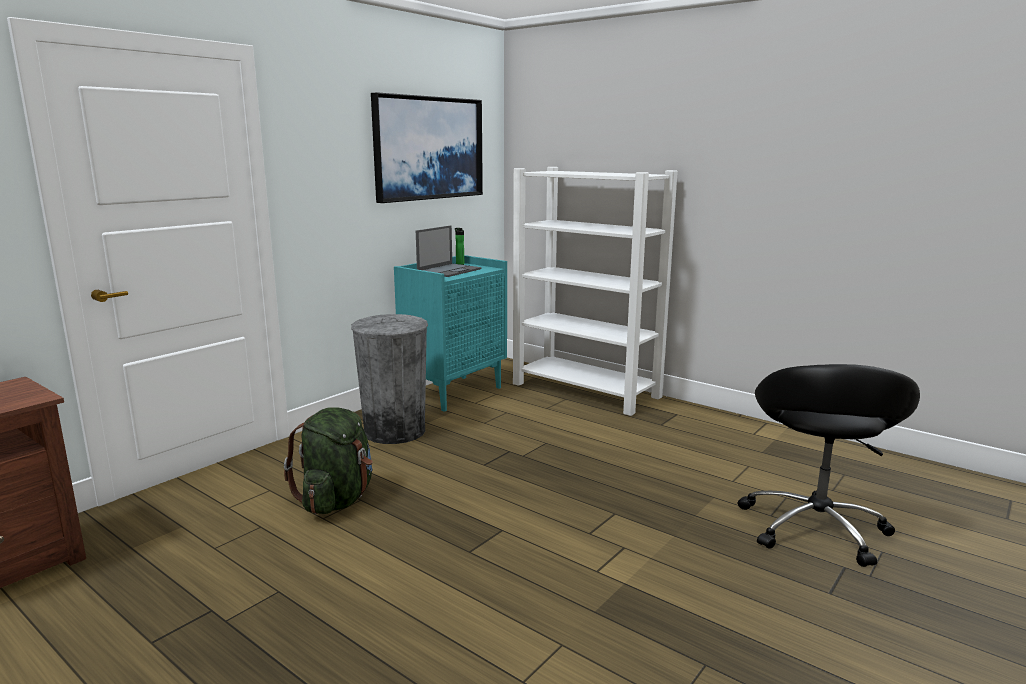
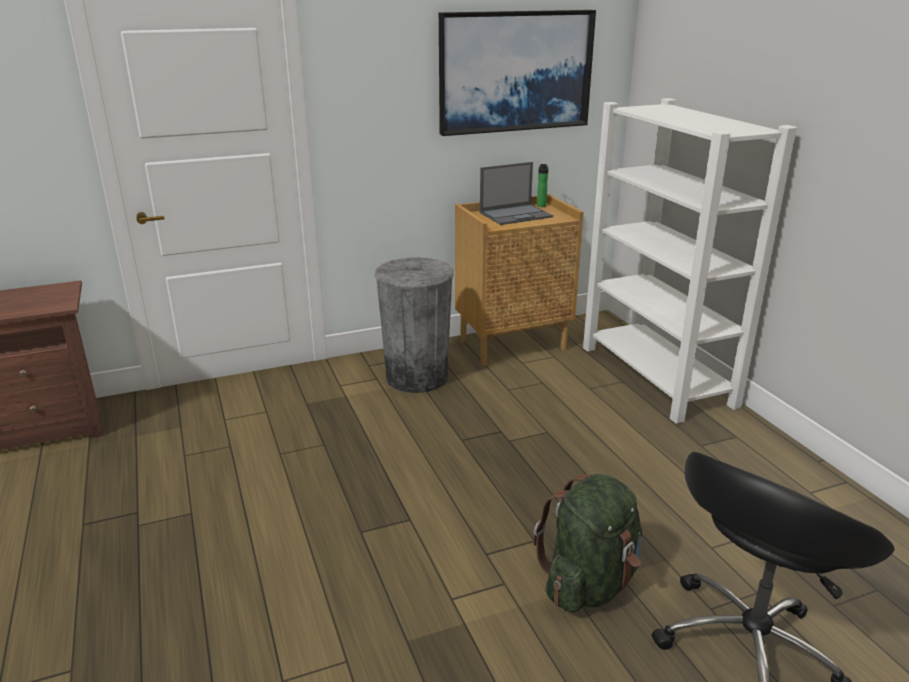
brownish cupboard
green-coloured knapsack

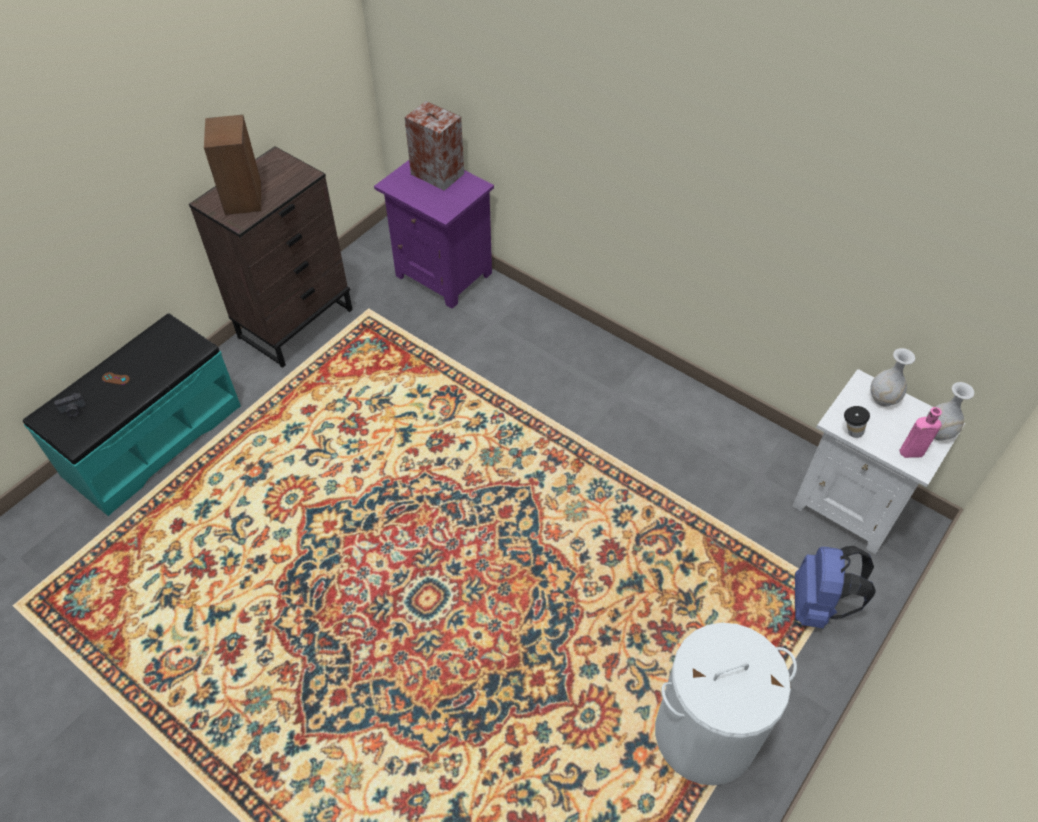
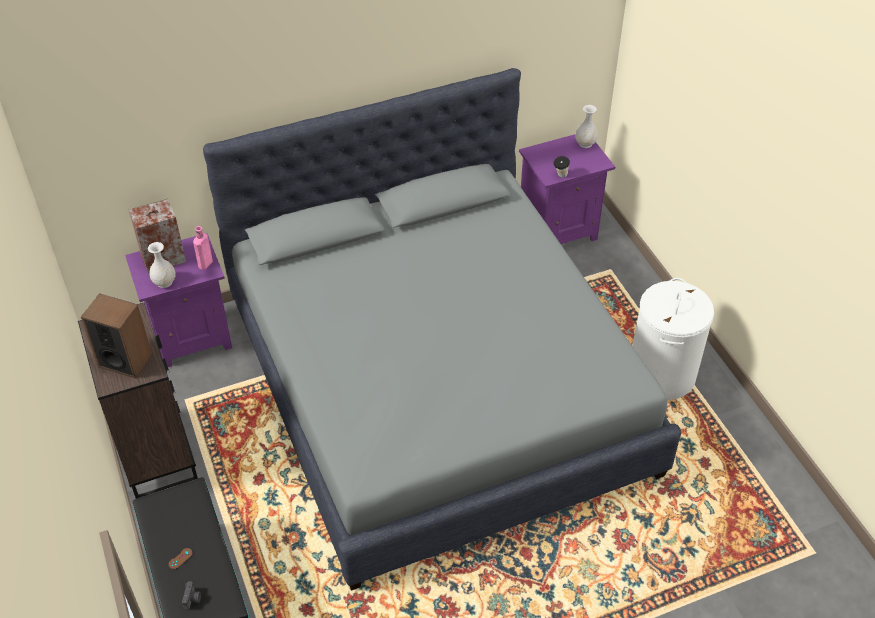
whitish decorative vase (no. 1 from left)
pink-coloured drink bottle
gray sleeping bed
purple-coloured nightstand (no. 2 from left)
blue knapsack

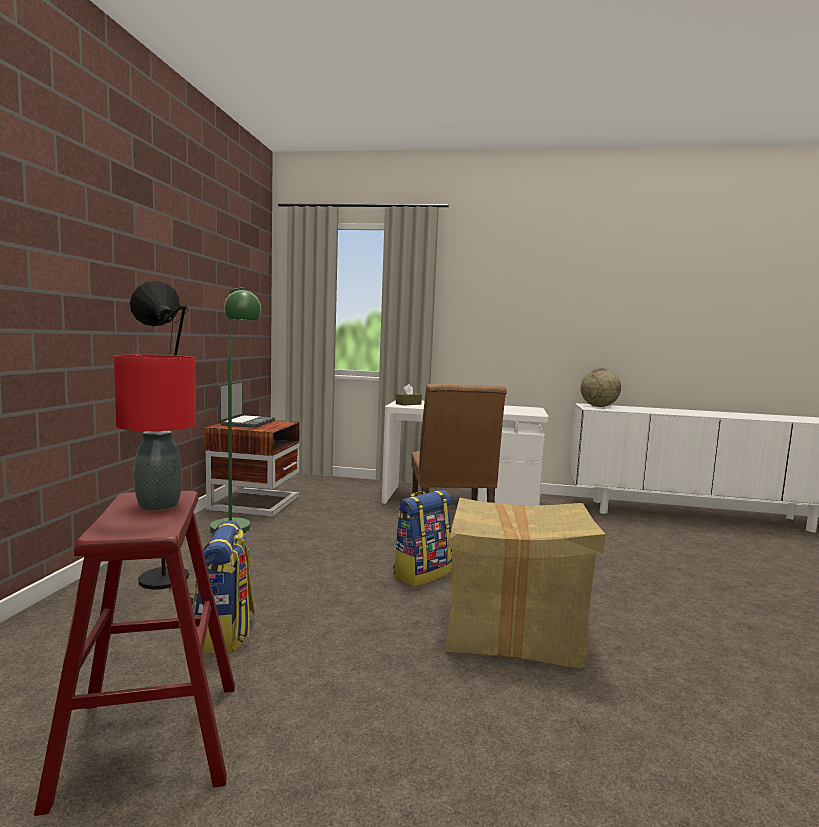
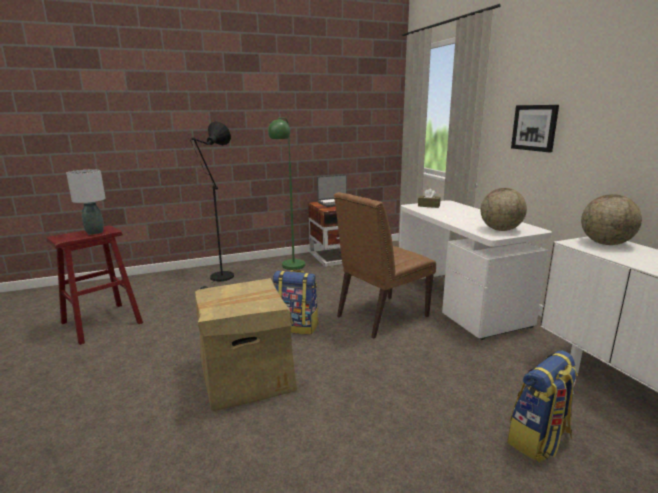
gray tabletop lamp
world globe (no. 1 from left)
knapsack (no. 2 from left)
wall art

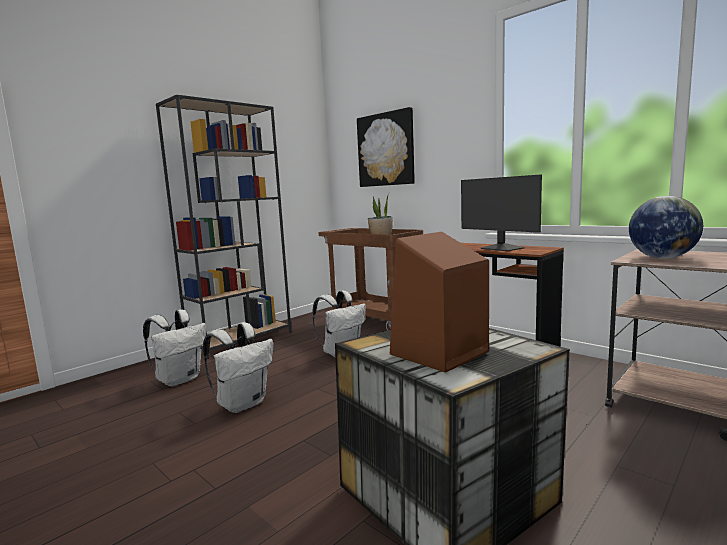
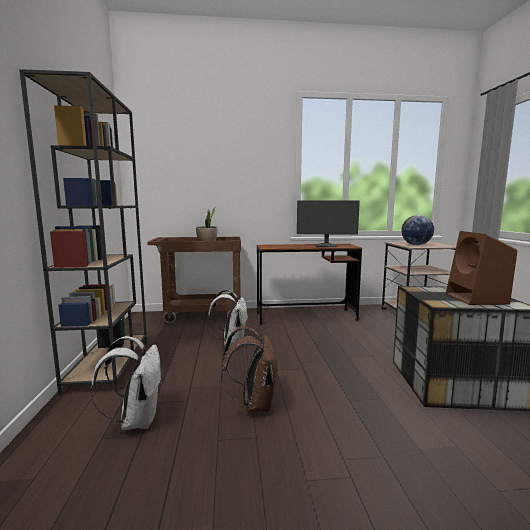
brownish knapsack
wall art

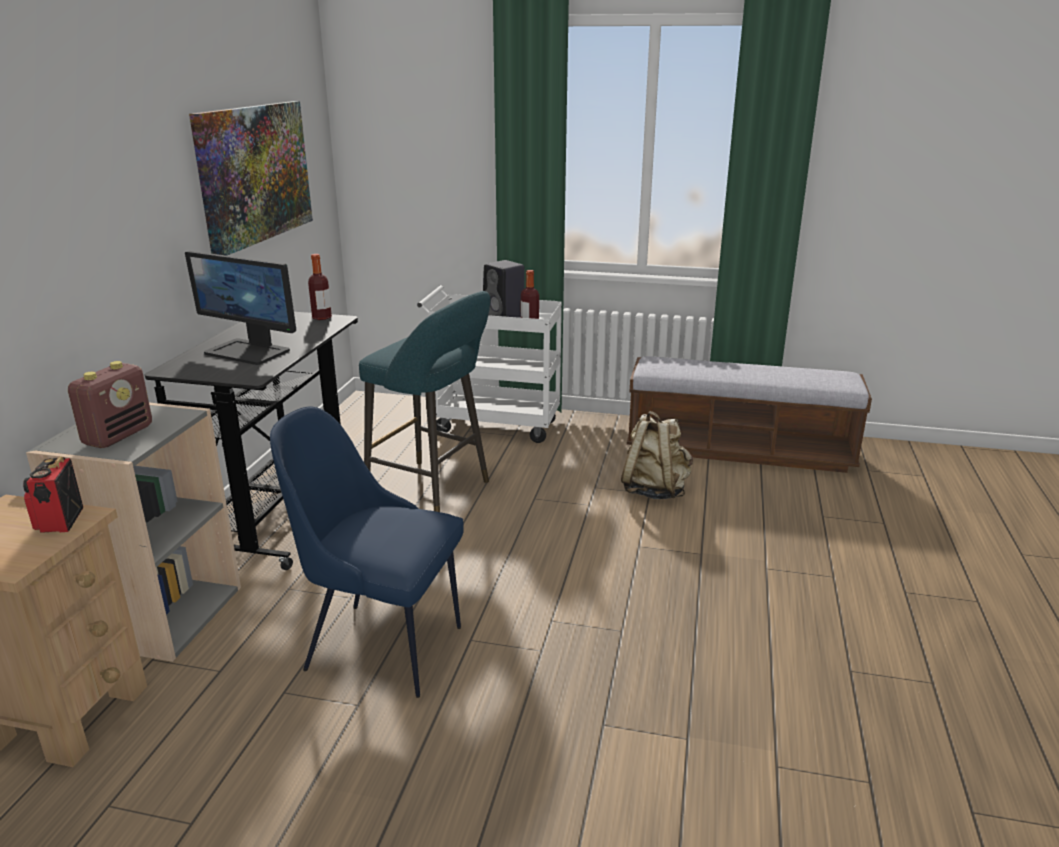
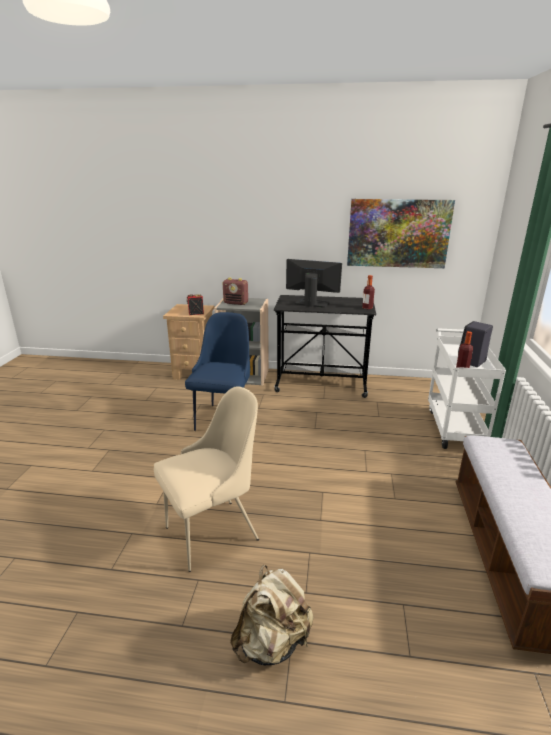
beige-coloured plain chair
beige-coloured knapsack
computer screen
blue-green stool

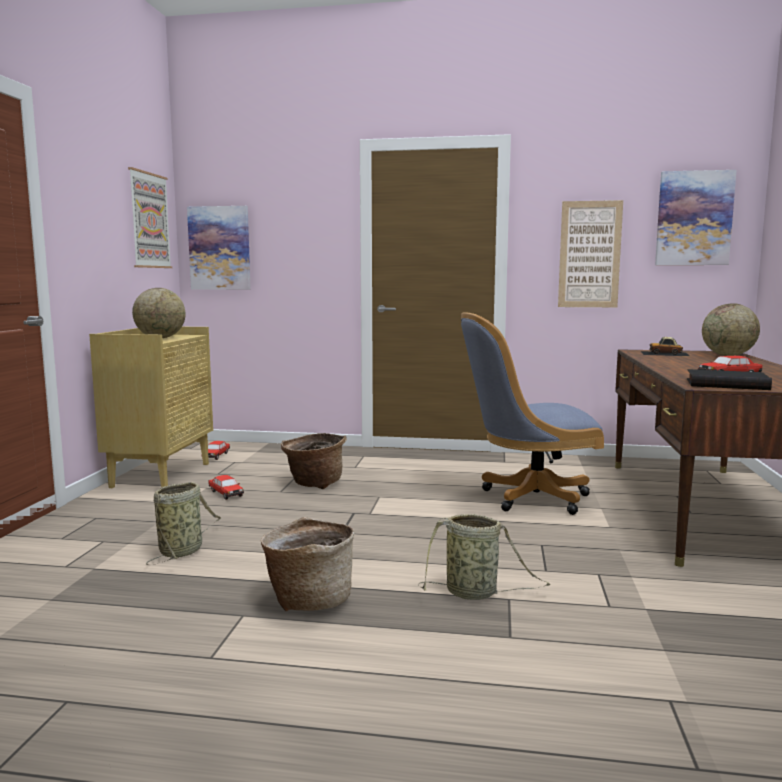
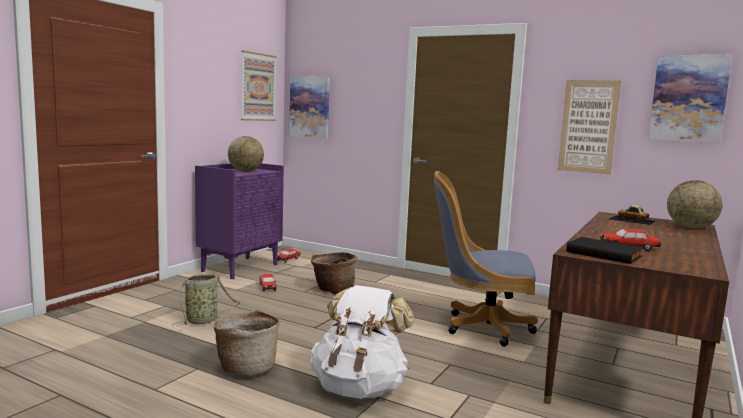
purple-coloured cupboard
whitish knapsack

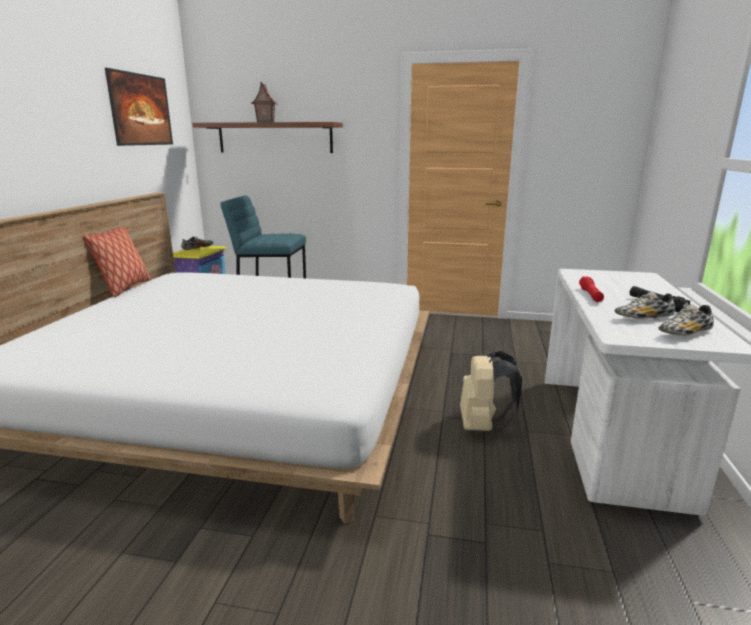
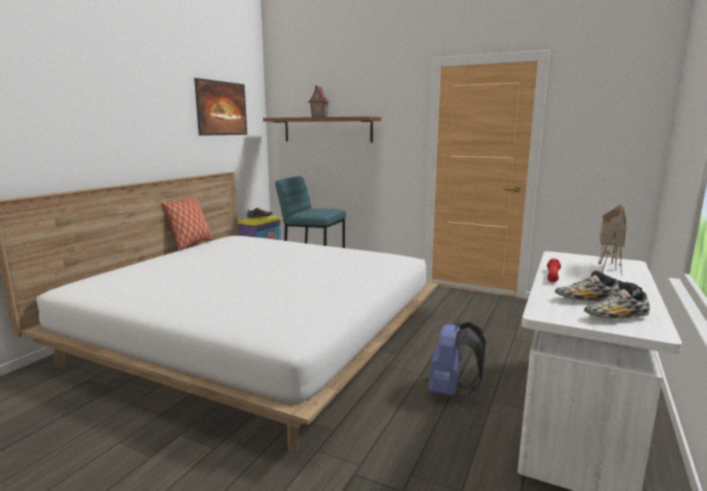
blue knapsack
toy house (no. 2 from left)

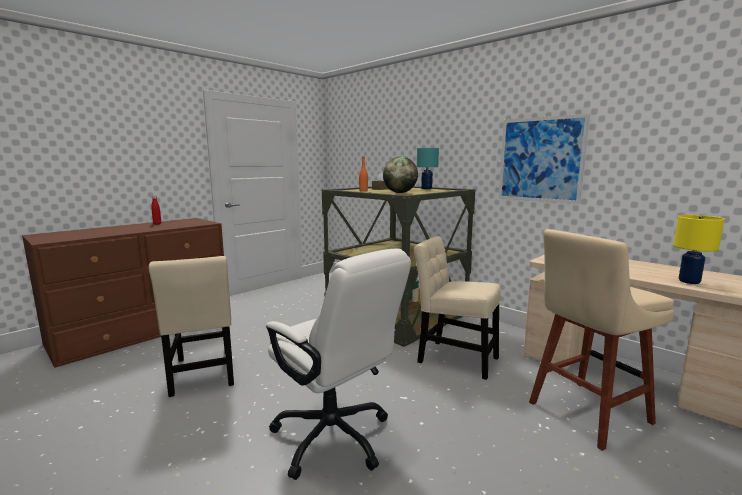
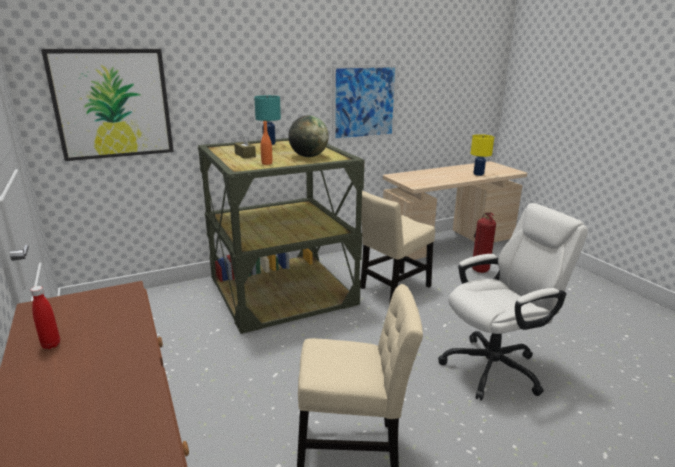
wall art (no. 1 from left)
fire-fighting cylinder

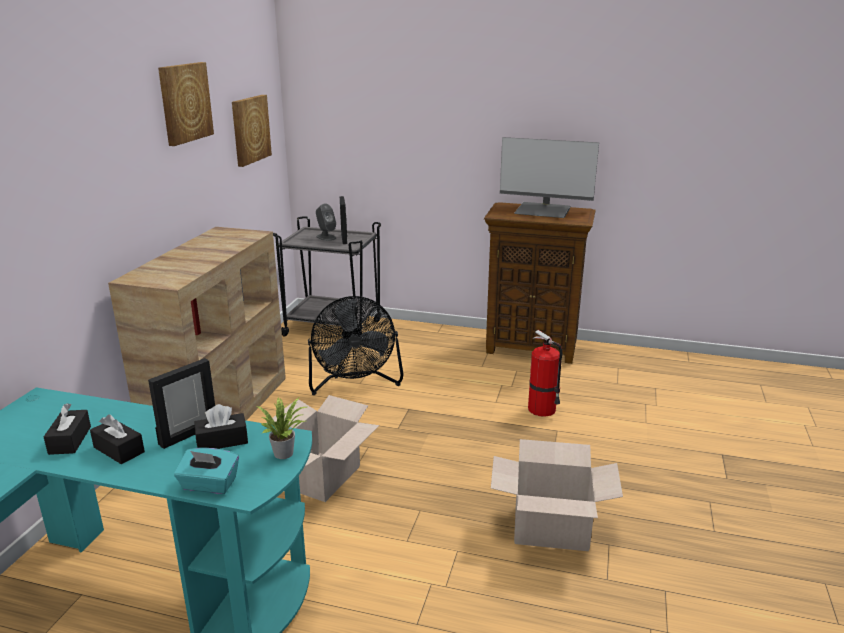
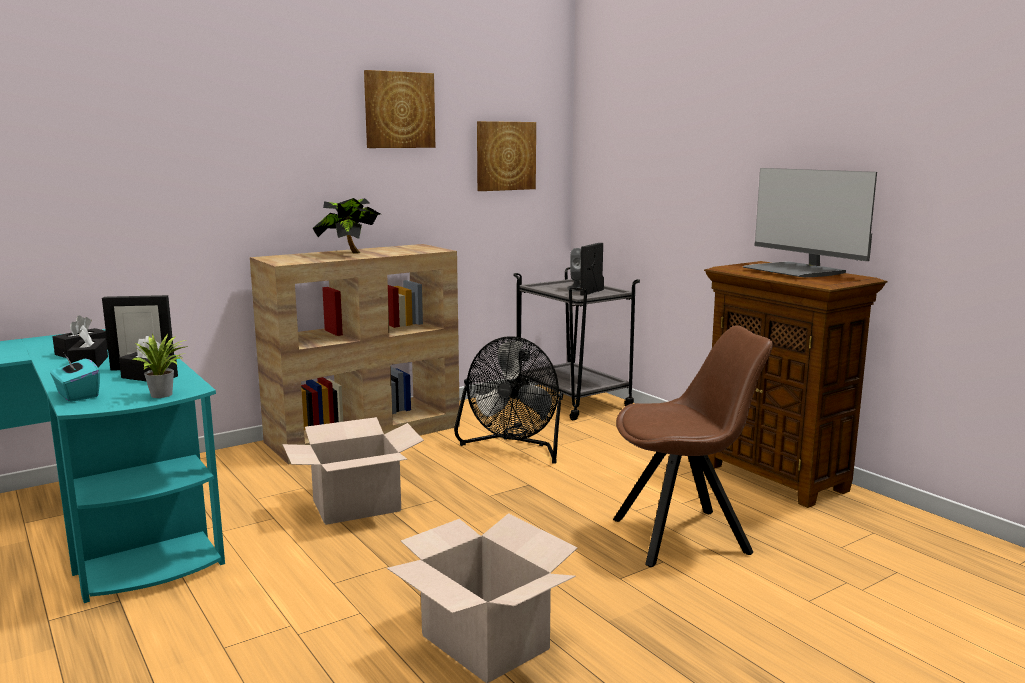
potted plant (no. 2 from left)
brownish plain chair

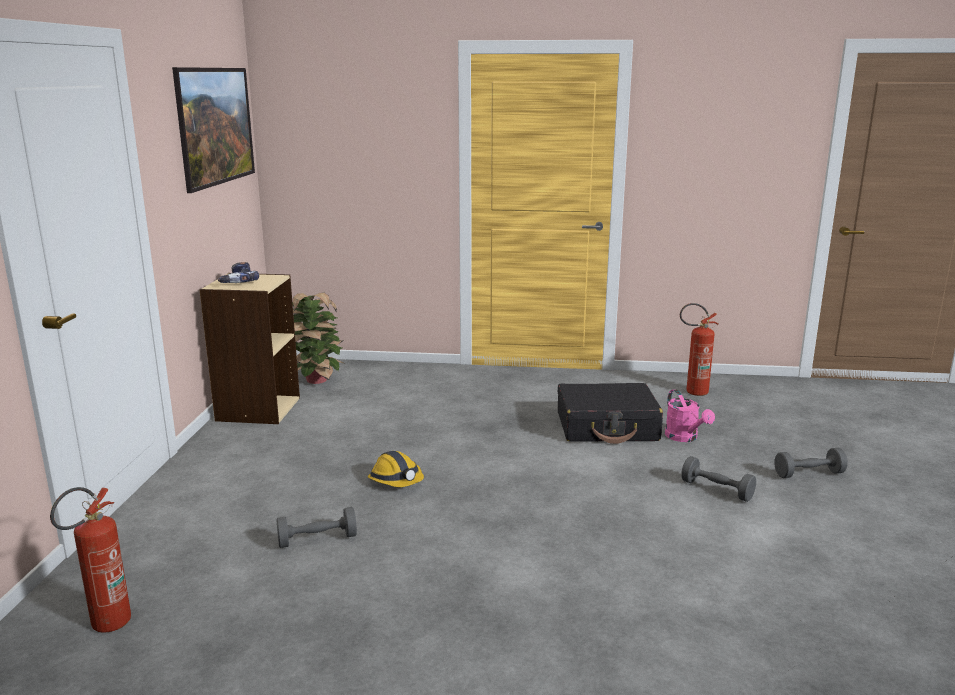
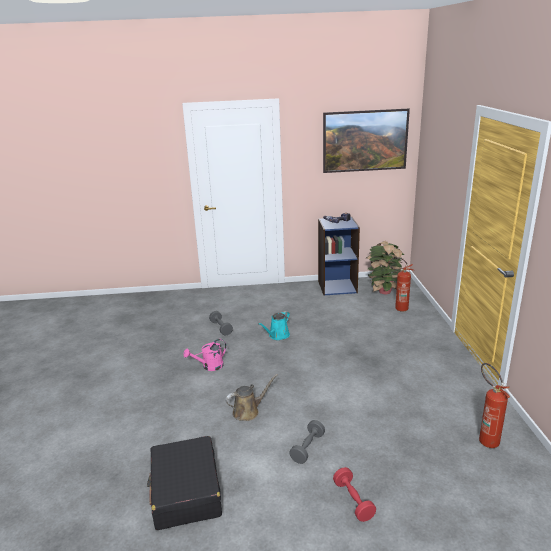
blackish travel case
pink-coloured sprinkling can
brownish sprinkling can
blue-green sprinkling can
blue shelving unit
red hand weight
fire-fighting cylinder (no. 1 from left)

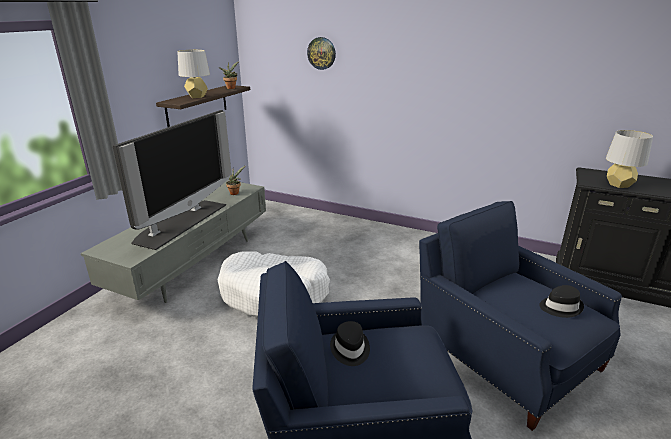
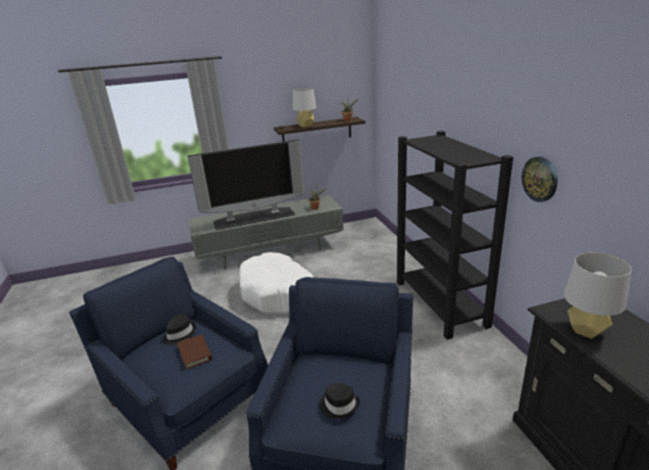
brownish volume
blackish shelving unit
wall clock

